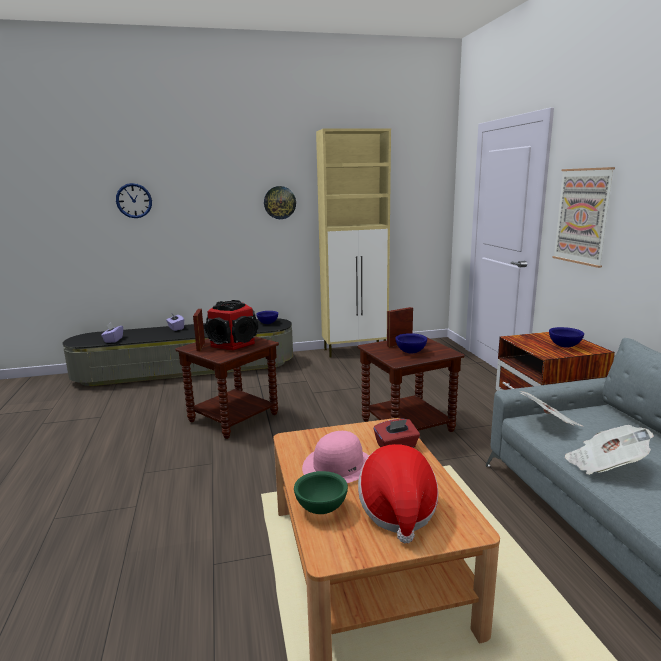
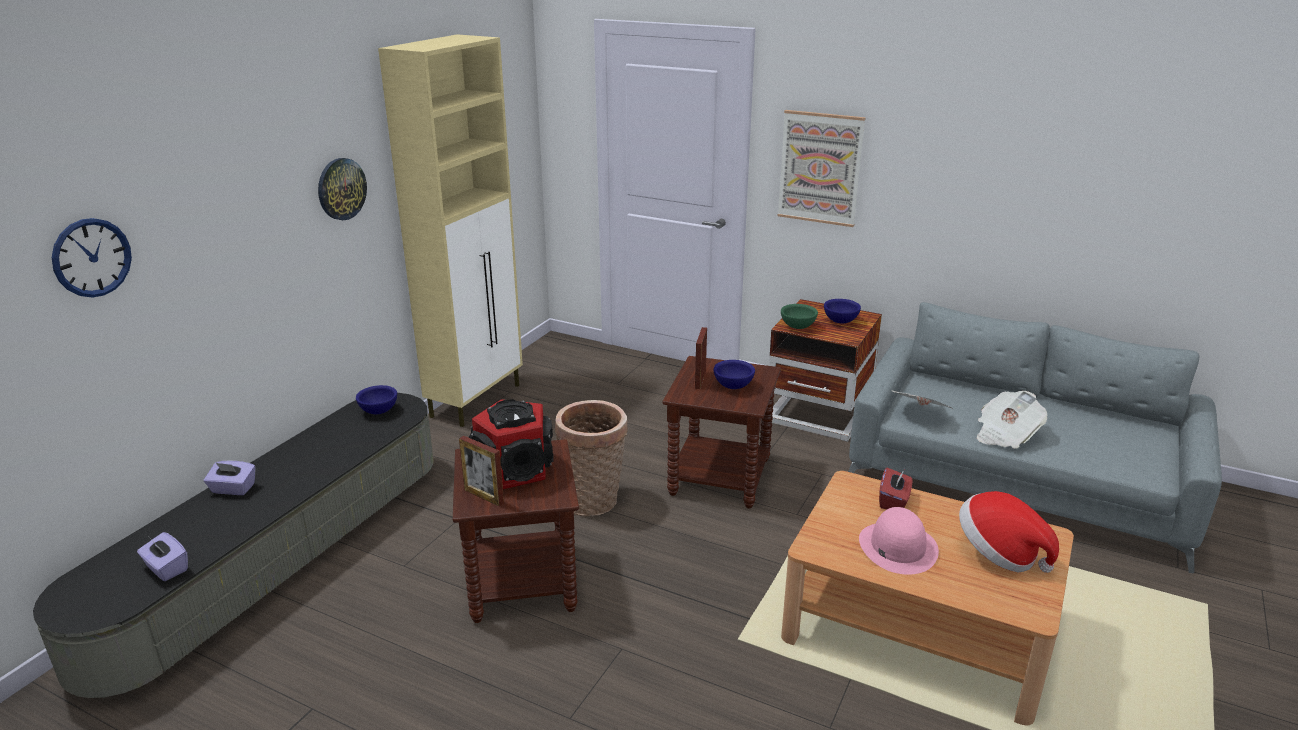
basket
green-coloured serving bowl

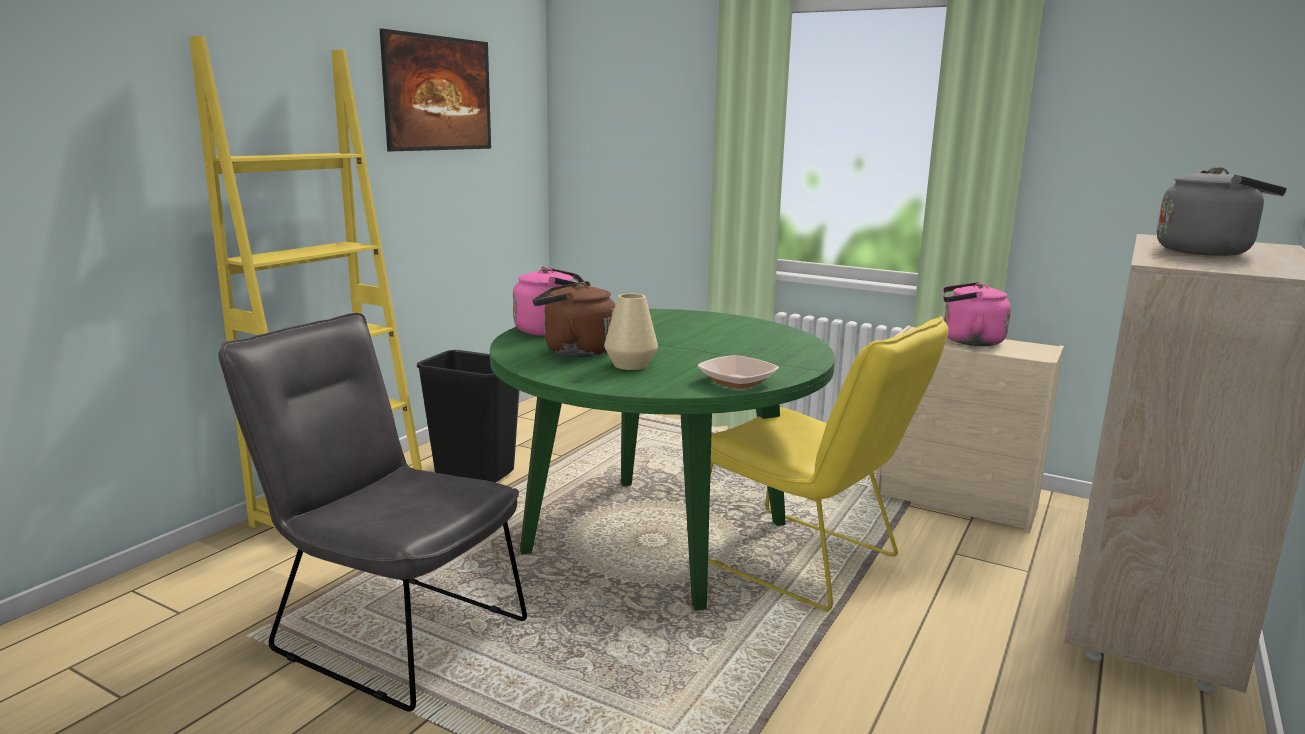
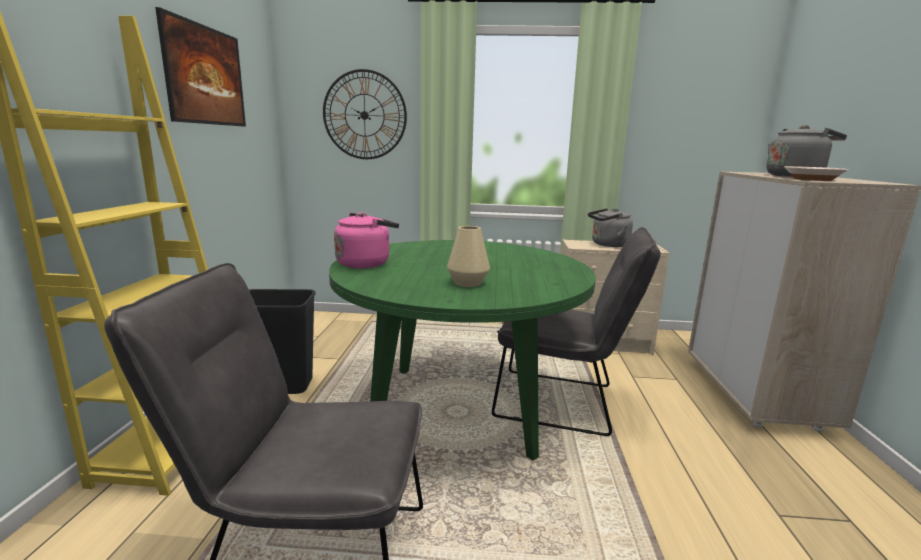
wall clock
gray plain chair (no. 2 from left)
gray tea kettle (no. 1 from left)
serving bowl
brownish tea kettle

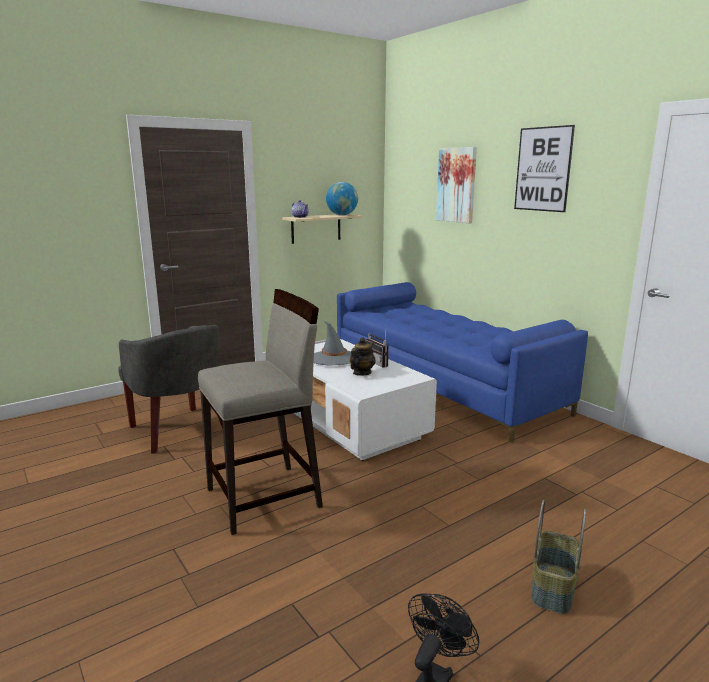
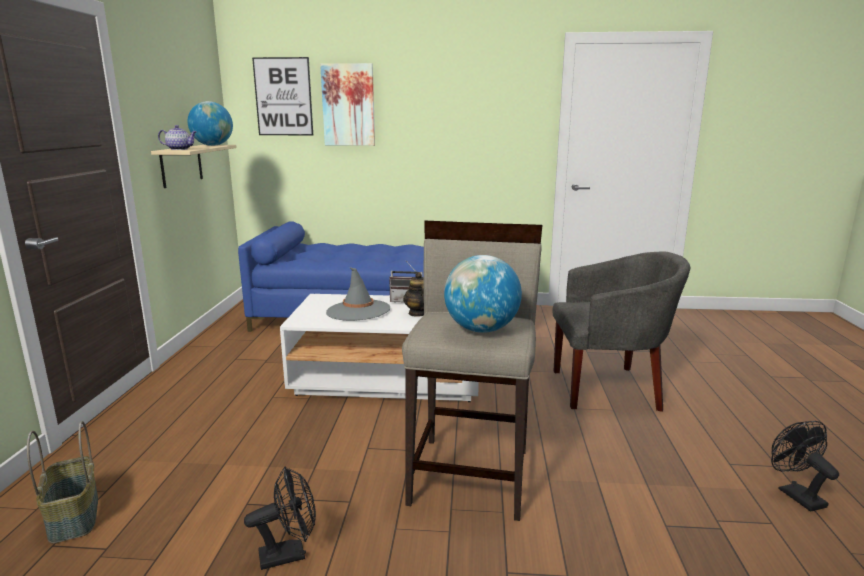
basket
blackish electric fan (no. 1 from left)
wall art (no. 1 from left)
world globe (no. 2 from left)
gray lounge chair

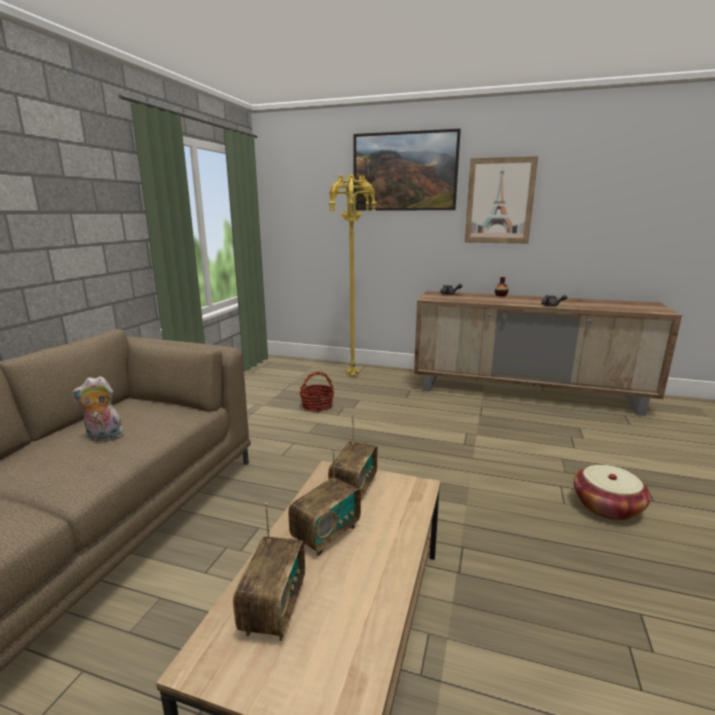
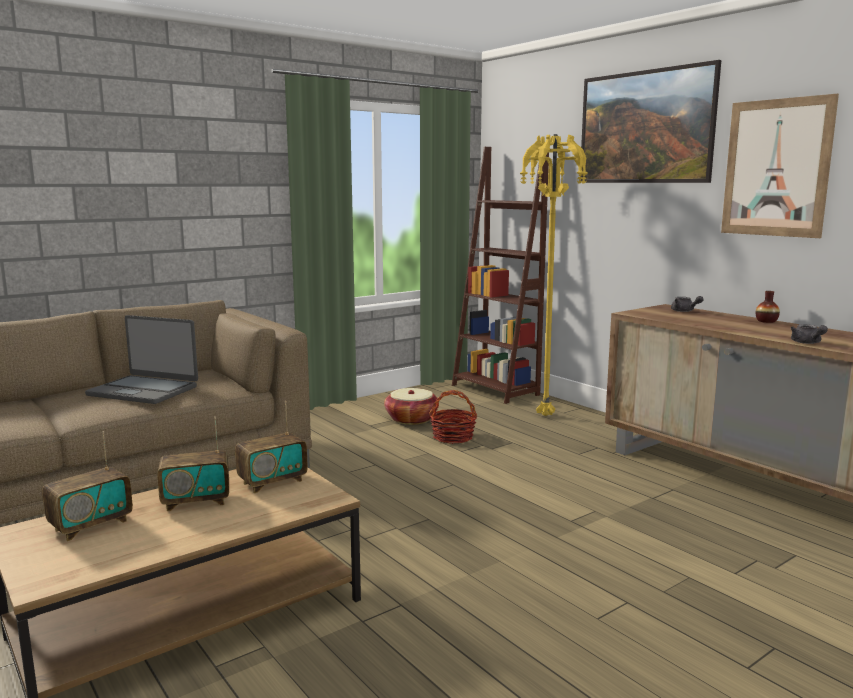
notebook computer
basket (no. 1 from left)
brownish shelving unit

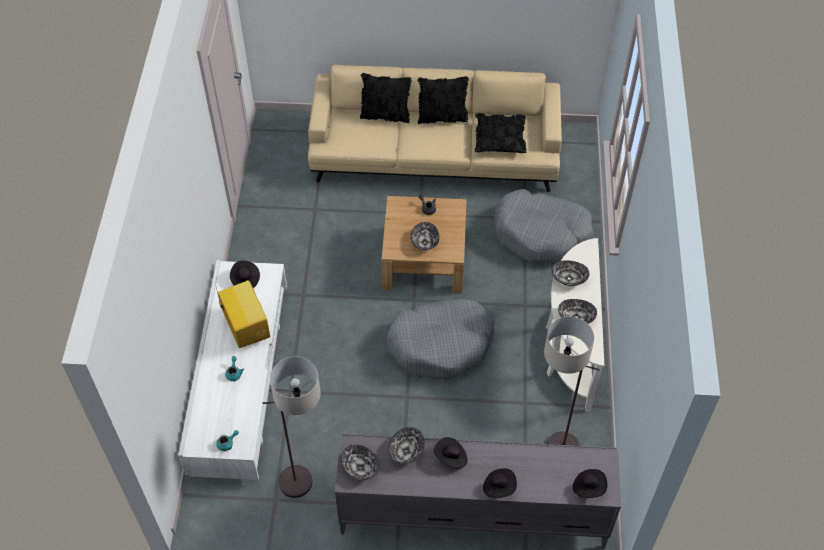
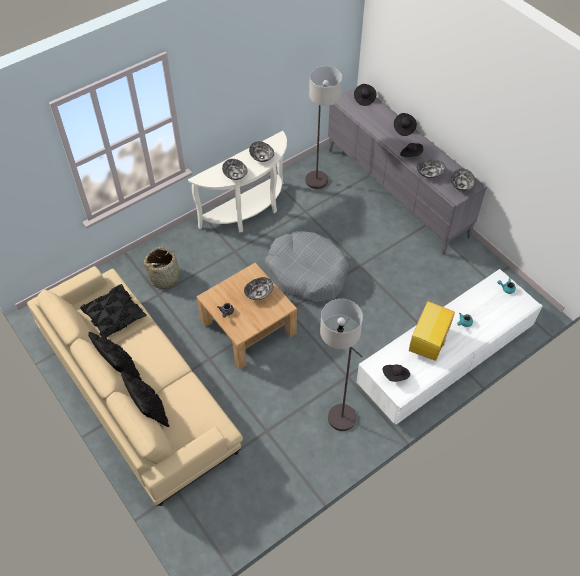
basket
gray floor lamp (no. 2 from left)

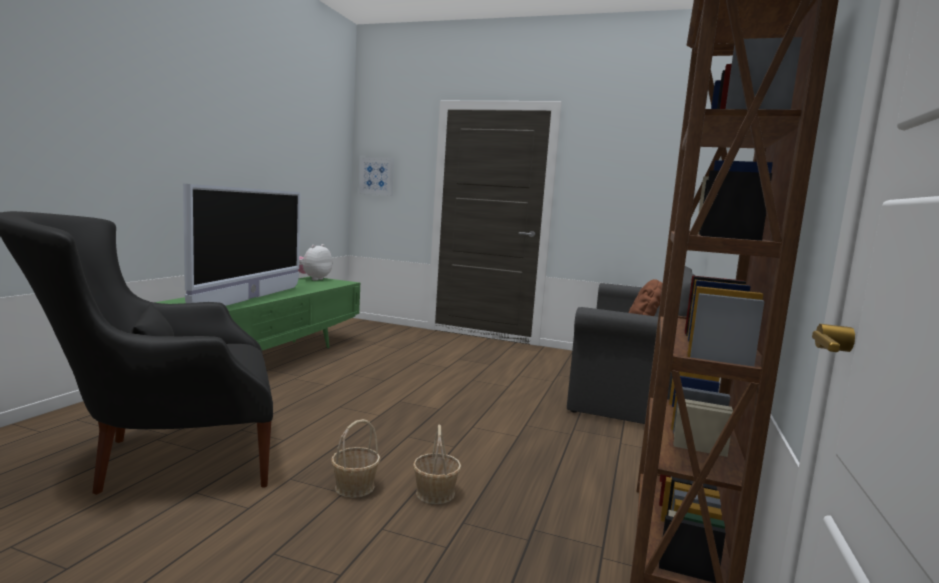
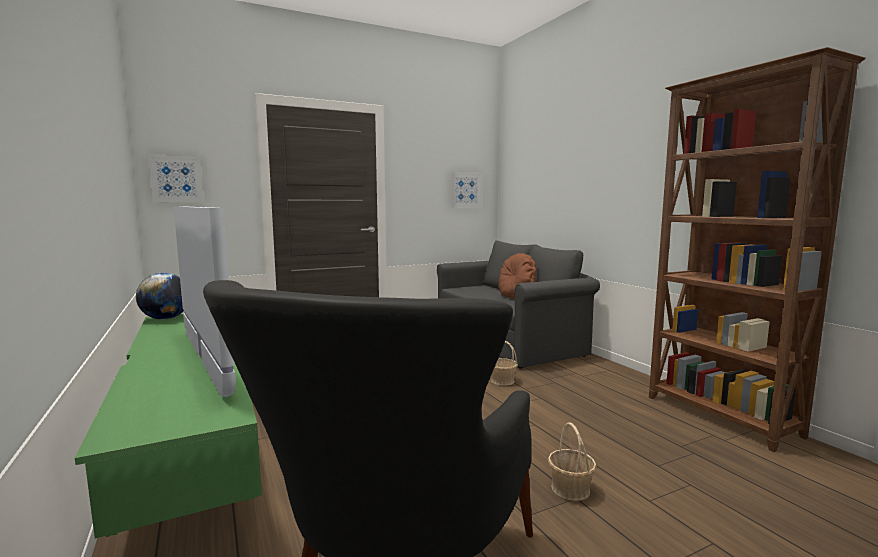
world globe
wall art (no. 2 from left)
basket (no. 1 from left)

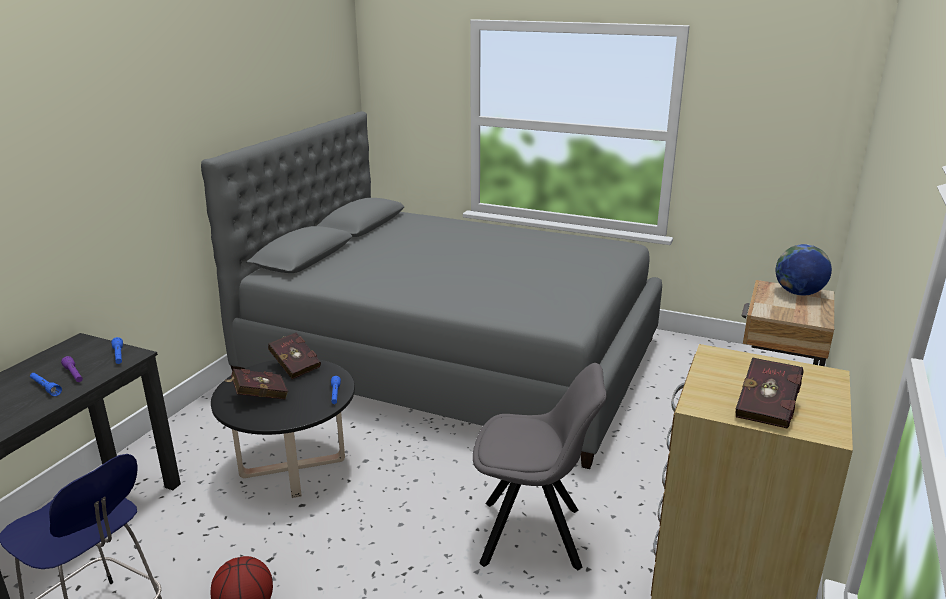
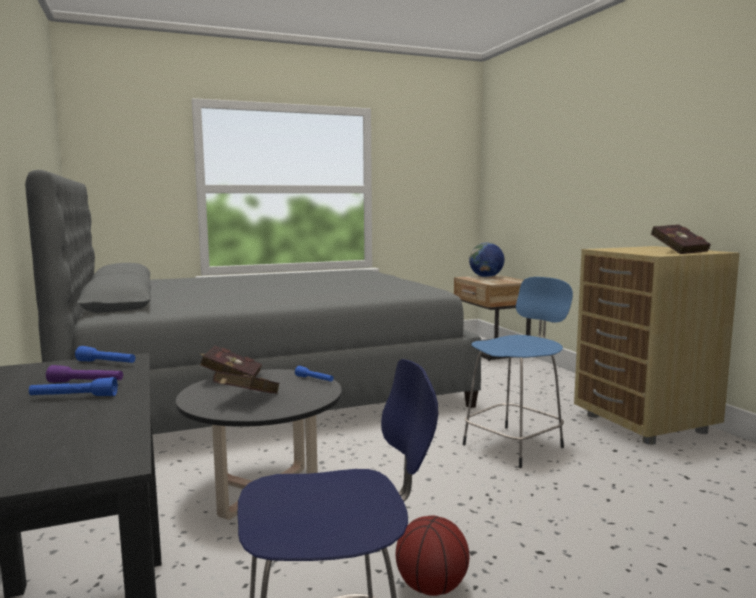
blue stool (no. 2 from left)

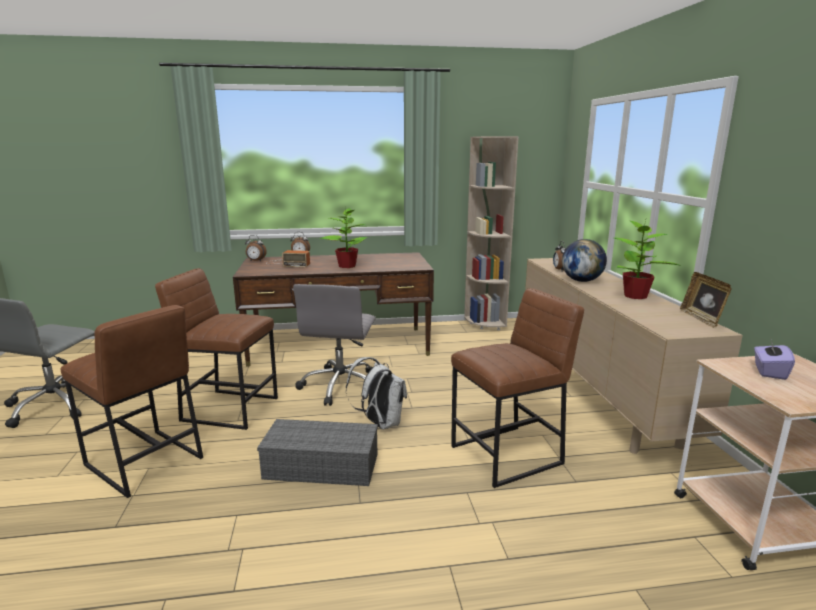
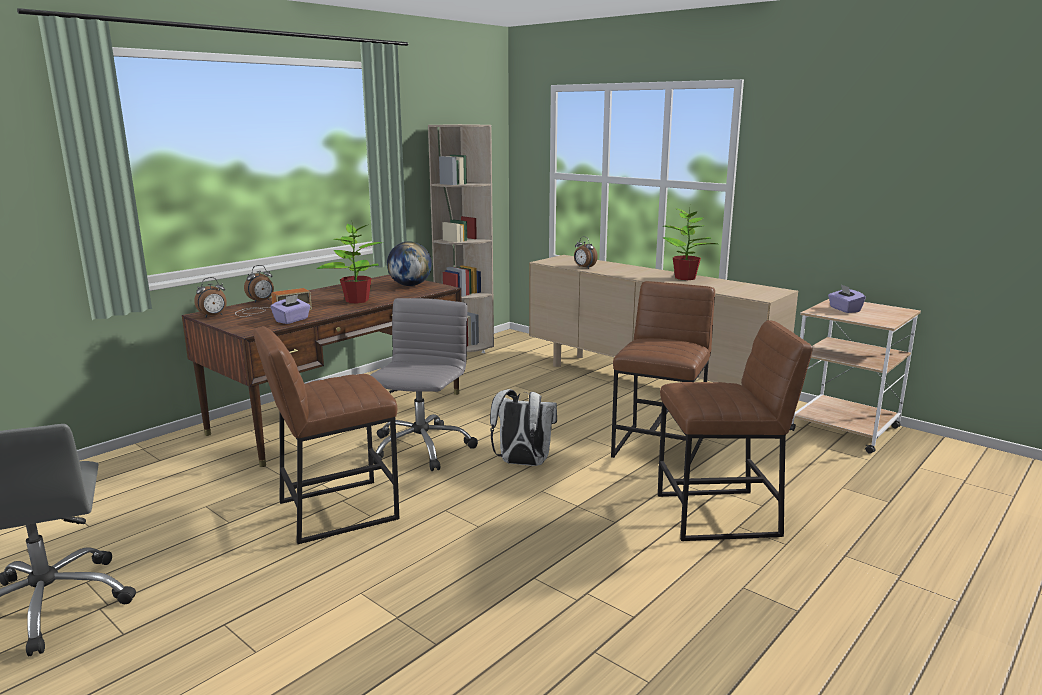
purple-coloured box of tissues (no. 1 from left)
gray desk chair (no. 2 from left)
world globe
brownish plain chair (no. 3 from left)
gray storage bin
photo frame

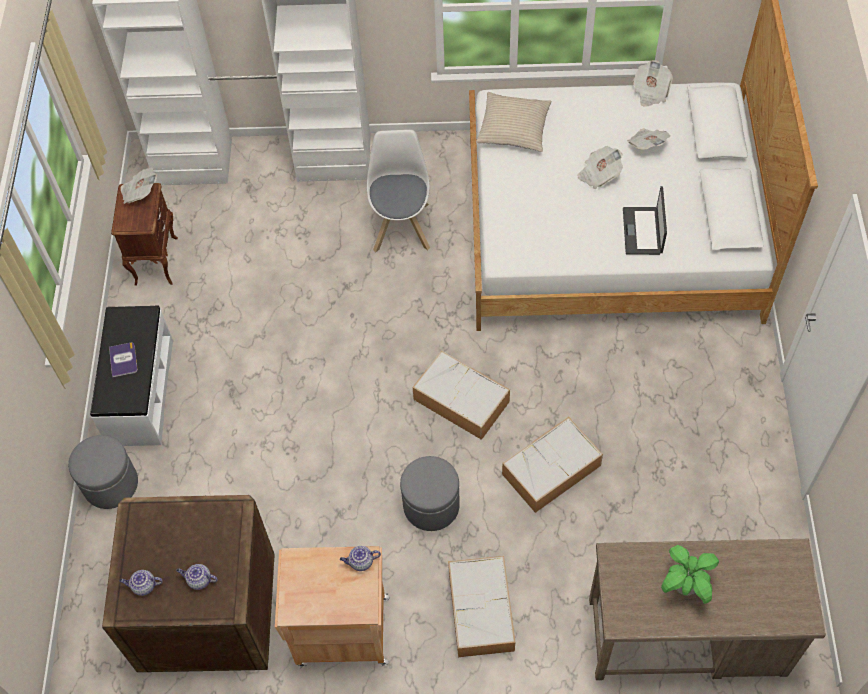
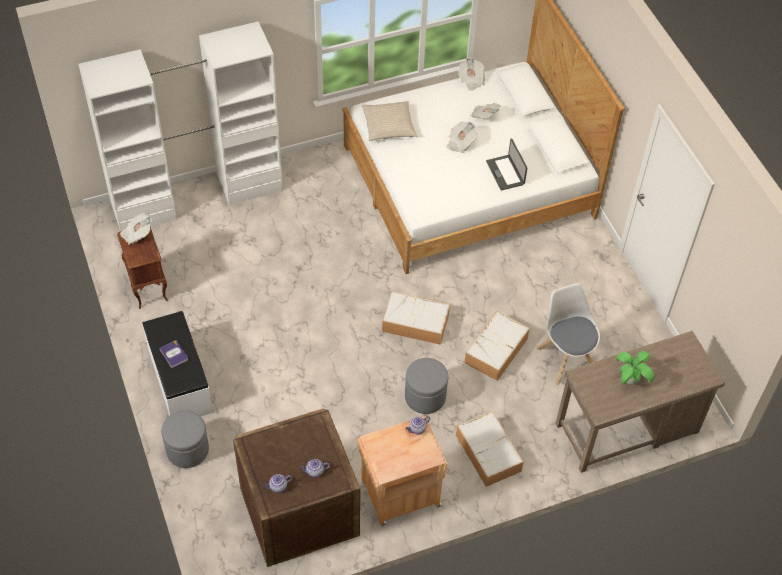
plain chair

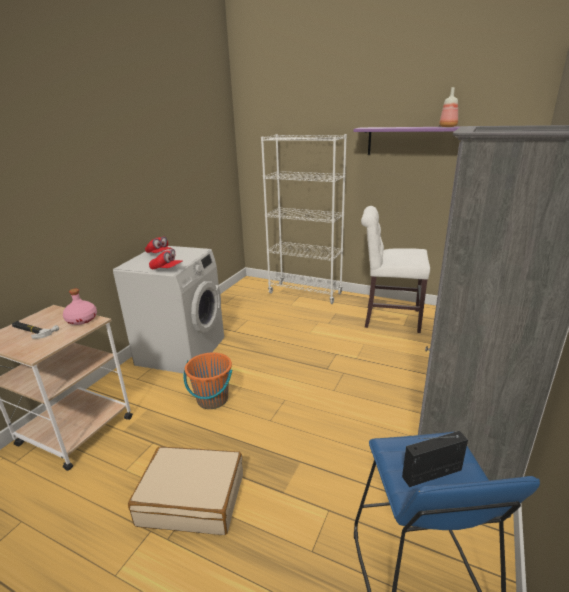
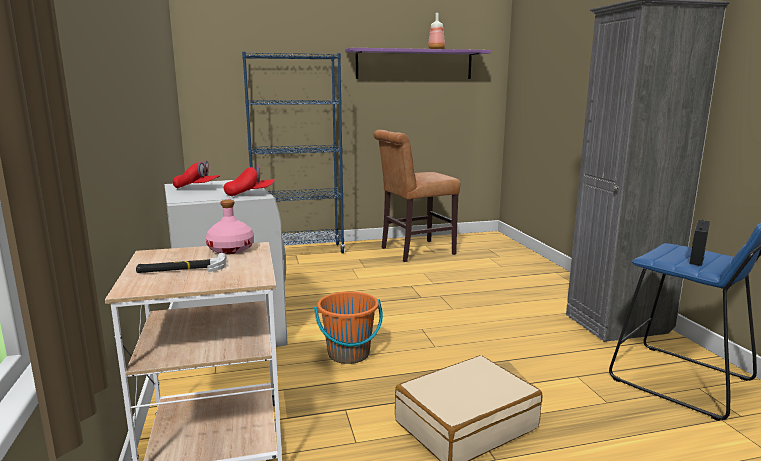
blue shelving unit
brownish plain chair

